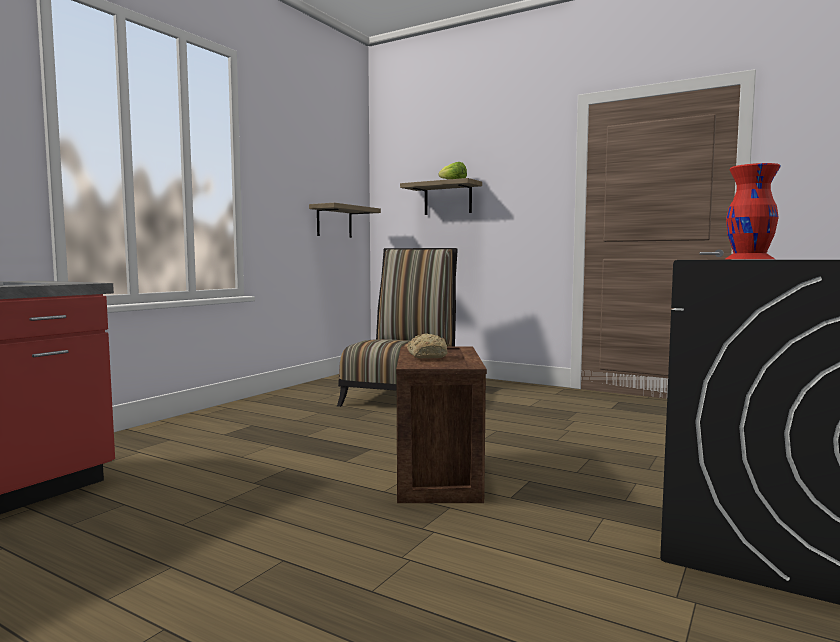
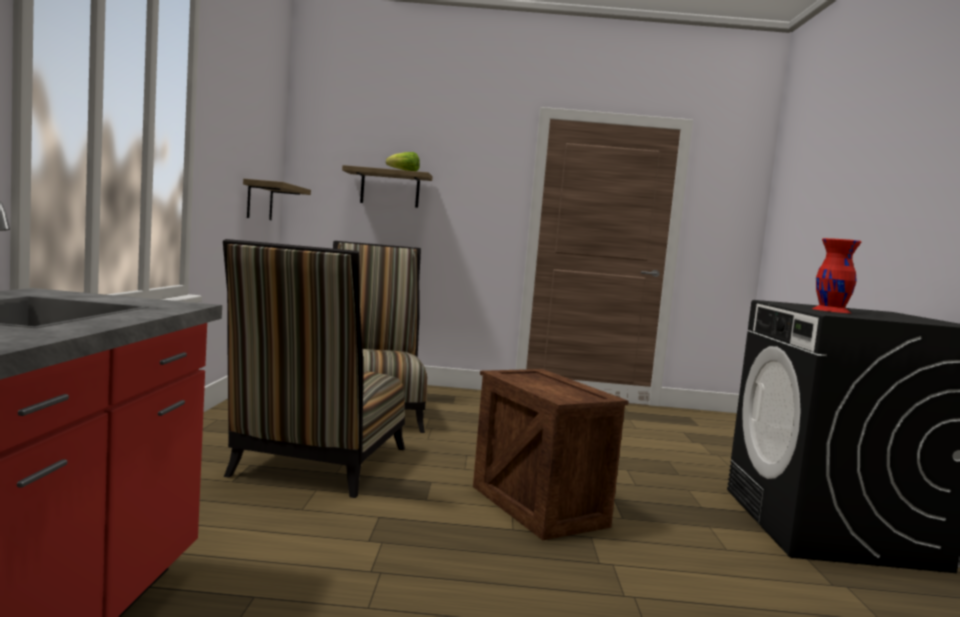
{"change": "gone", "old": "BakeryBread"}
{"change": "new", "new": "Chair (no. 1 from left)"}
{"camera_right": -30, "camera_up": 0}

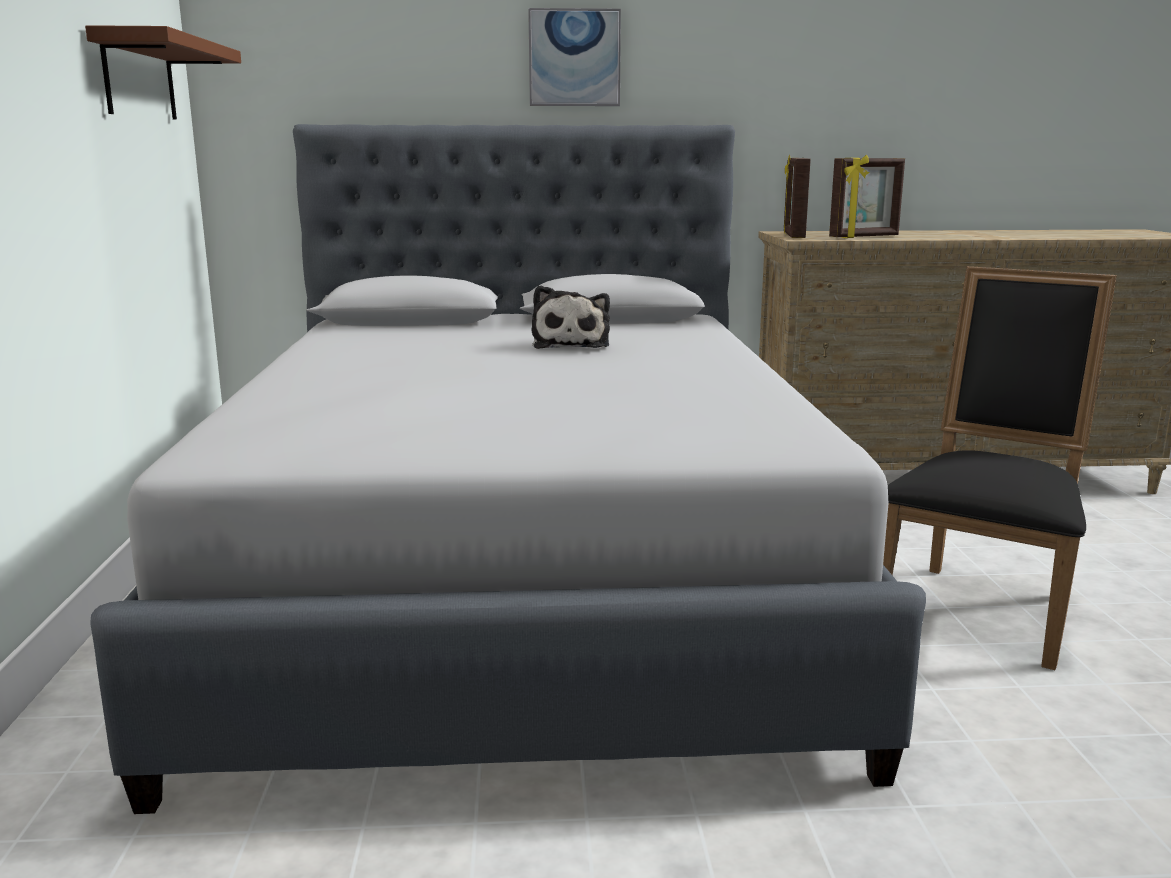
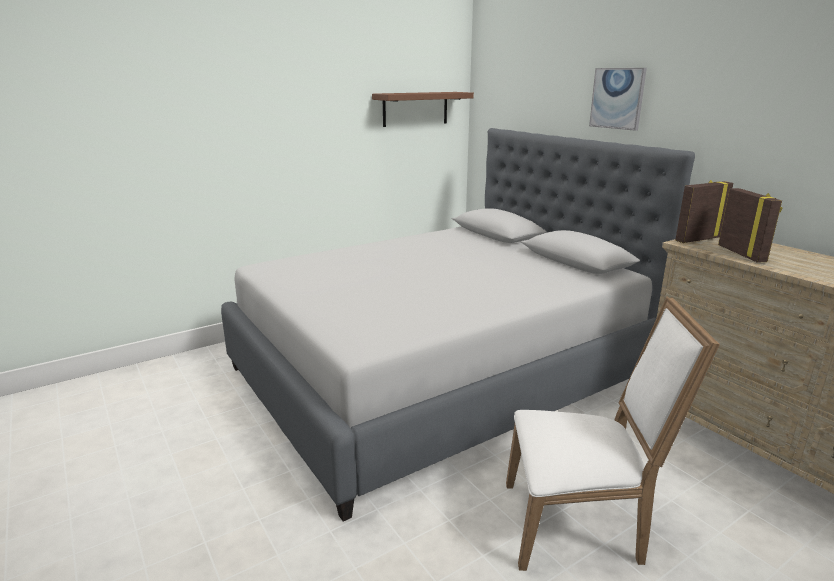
{"change": "gone", "old": "PlushToy"}
{"change": "rotated", "old": "PictureFrame (no. 2 from left)", "degrees": -135}
{"change": "repainted", "old": "BlackColouredChair", "new": "WhitishChair"}
{"camera_right": 60, "camera_up": 5}

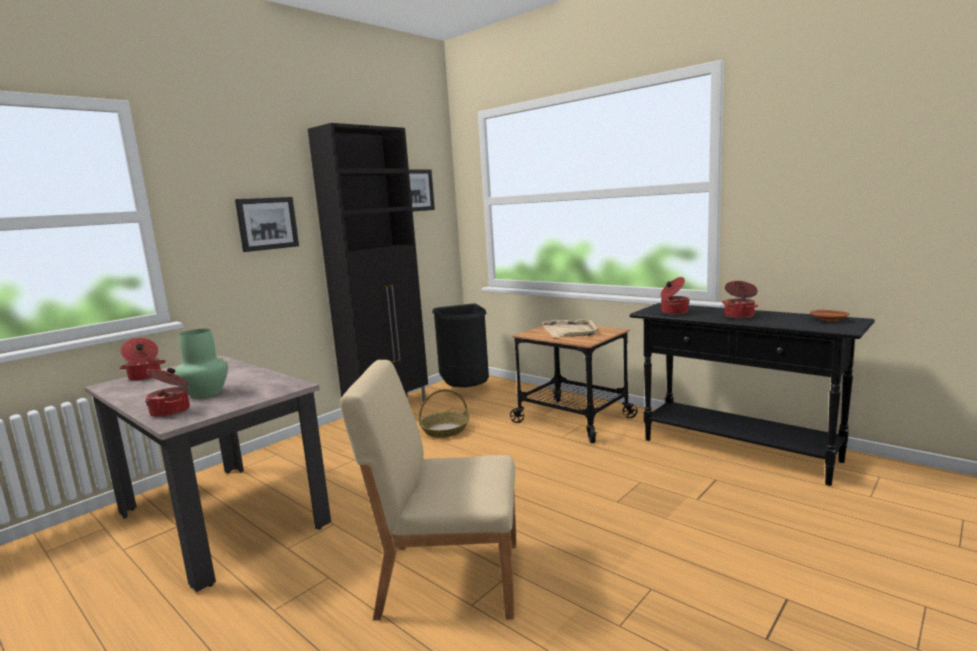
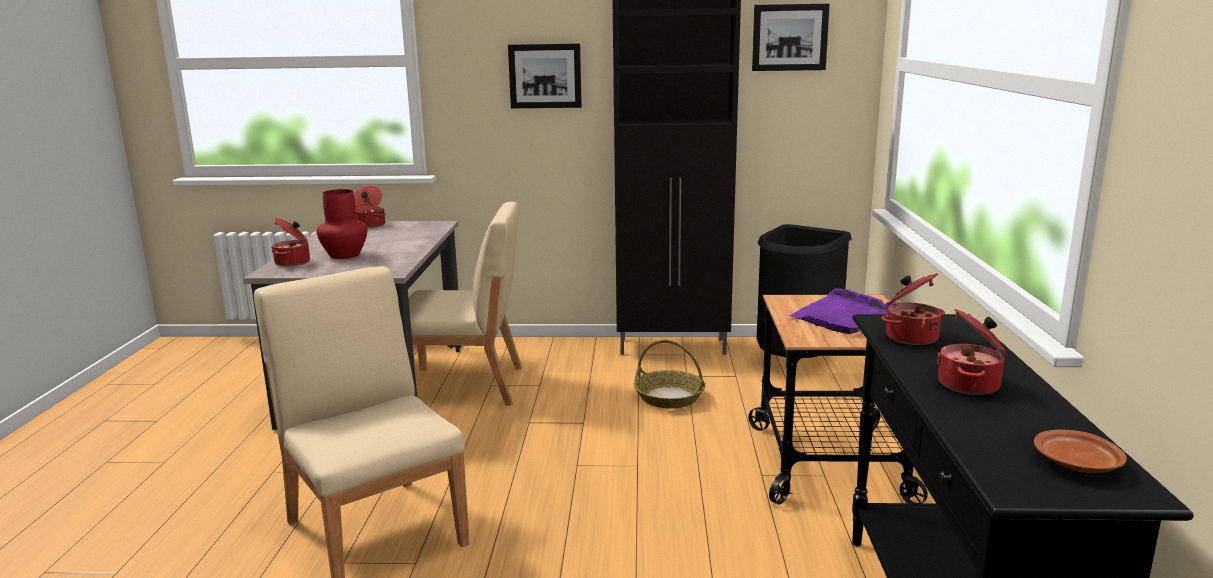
{"change": "repainted", "old": "GreenishFlowerVase", "new": "RedColouredFlowerVase"}
{"change": "repainted", "old": "BeigeColouredCarryingTray", "new": "PurpleColouredCarryingTray"}
{"change": "new", "new": "BeigeColouredChair (no. 2 from left)"}
{"camera_right": 50, "camera_up": 5}

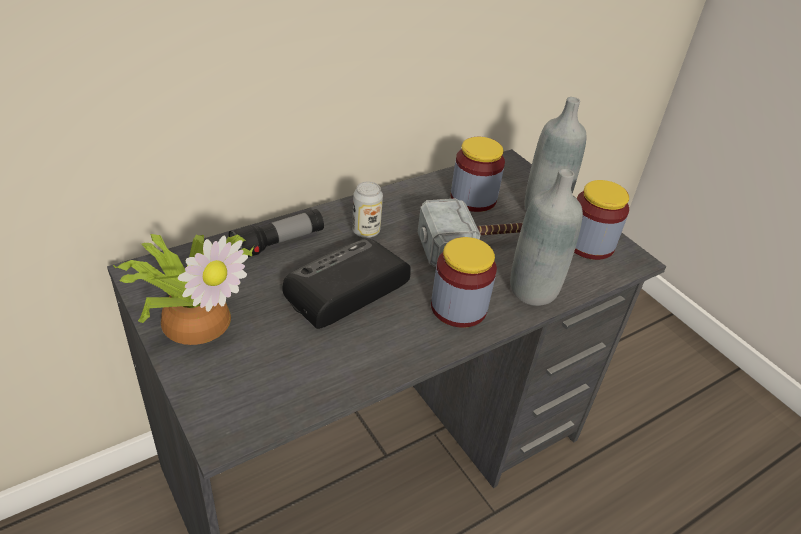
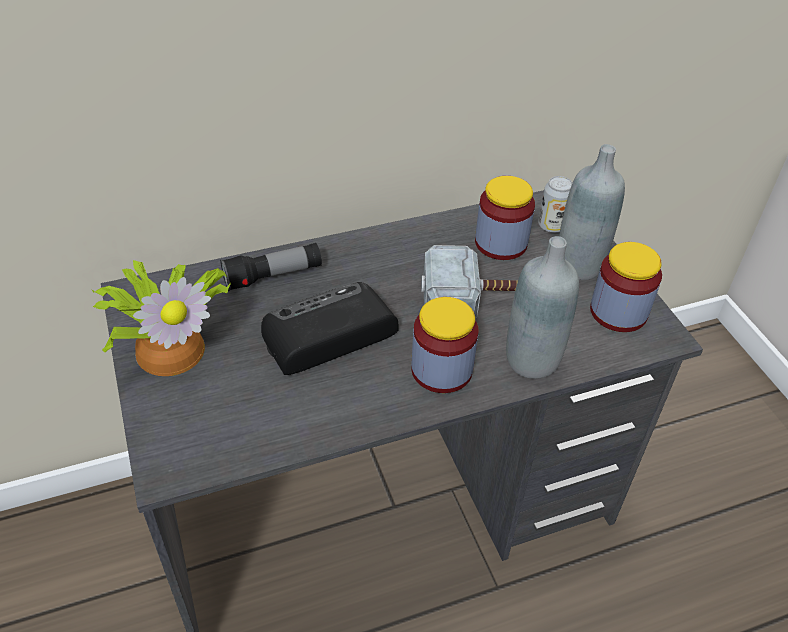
{"change": "shifted", "old": "Can"}
{"camera_right": 15, "camera_up": 5}

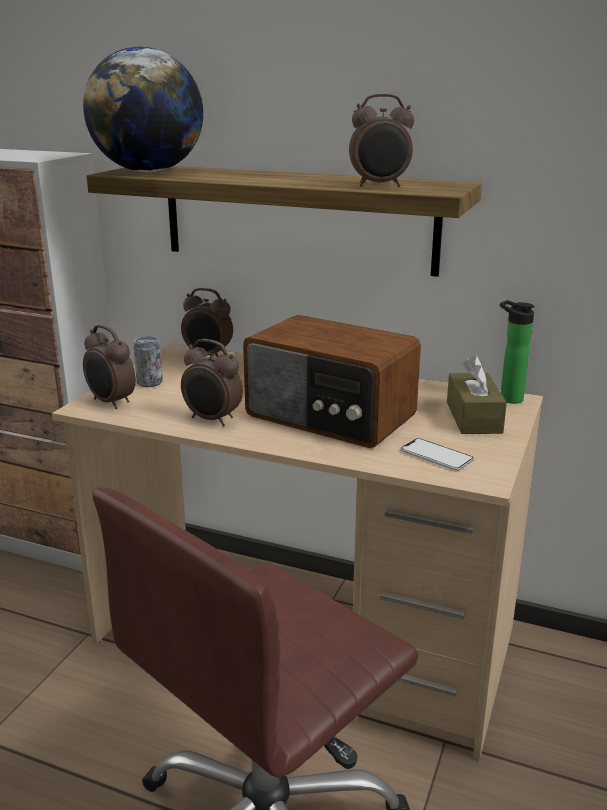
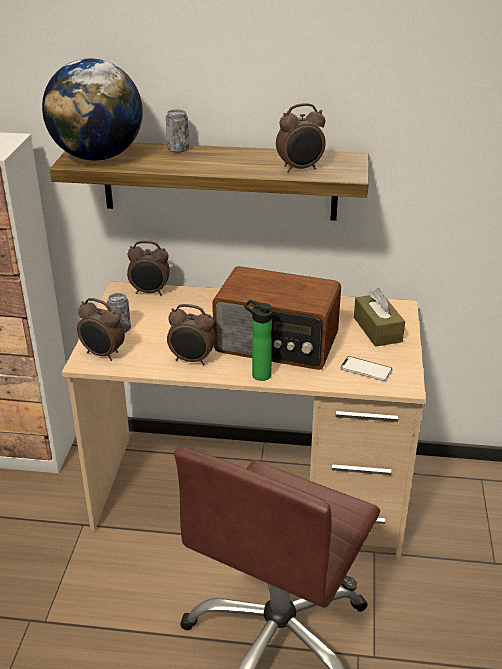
{"change": "shifted", "old": "DrinkBottle"}
{"change": "new", "new": "Can (no. 2 from left)"}
{"camera_right": -15, "camera_up": 10}

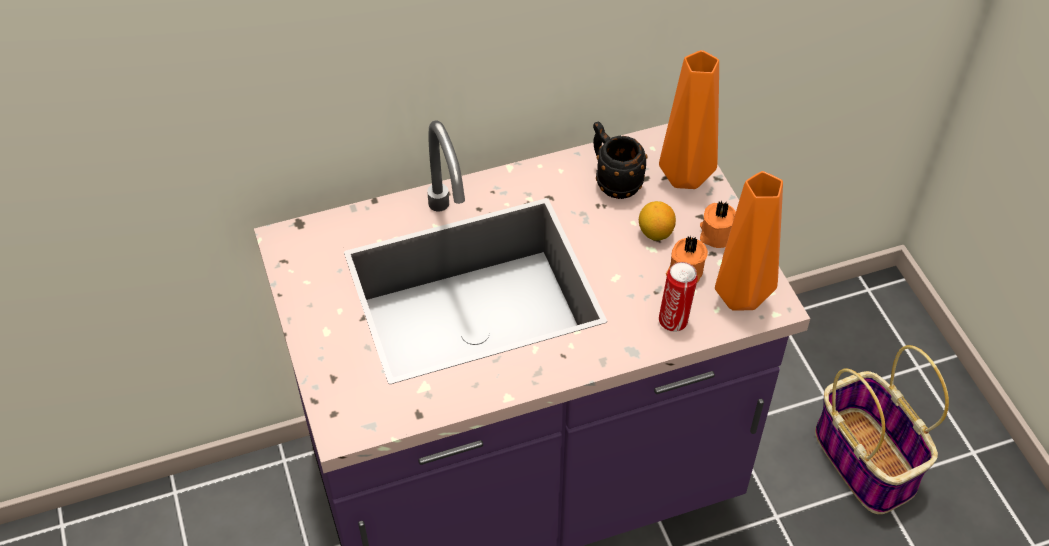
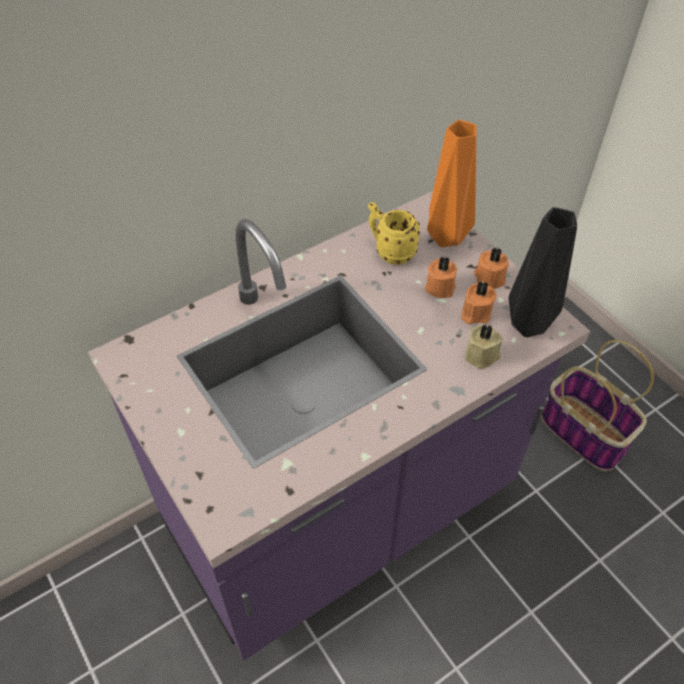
{"change": "repainted", "old": "BlackColouredMug", "new": "YellowMug"}
{"change": "swapped", "old": "WholeLemon", "new": "OrangeColouredWaxLight (no. 1 from left)"}
{"change": "swapped", "old": "Can", "new": "BeigeColouredWaxLight"}
{"change": "repainted", "old": "OrangeColouredFlowerVase (no. 2 from left)", "new": "BlackColouredFlowerVase"}
{"camera_right": -15, "camera_up": 0}

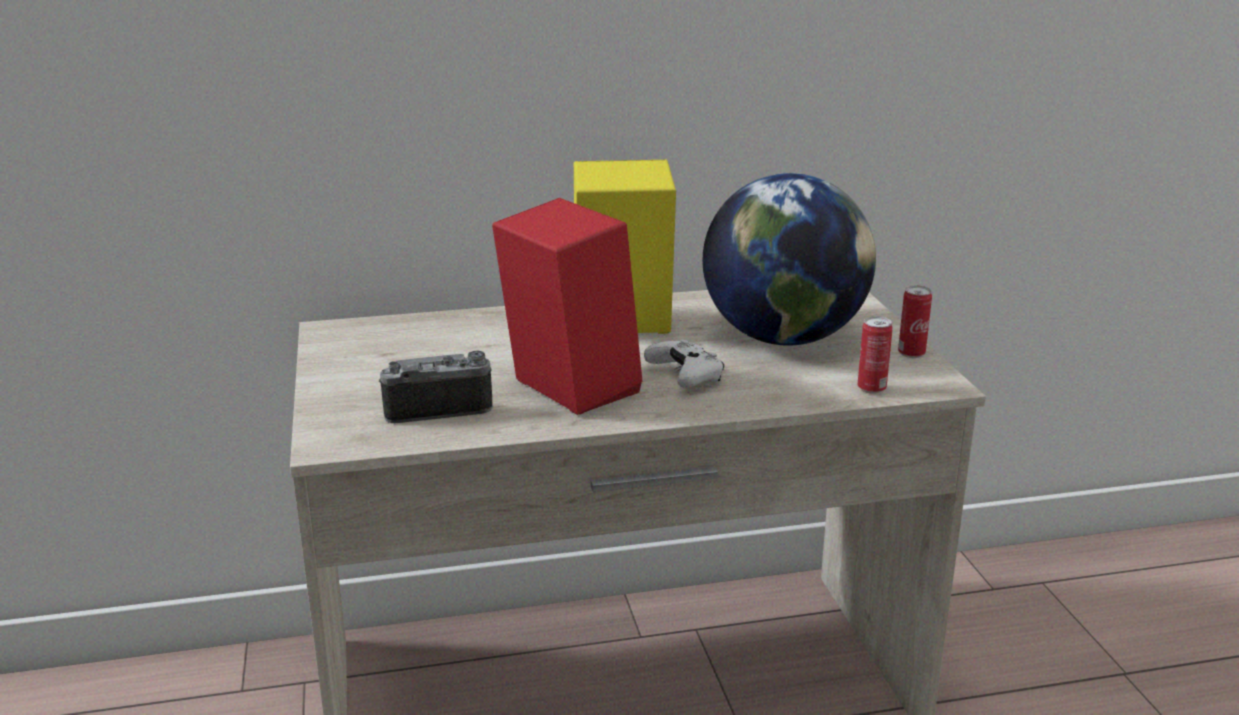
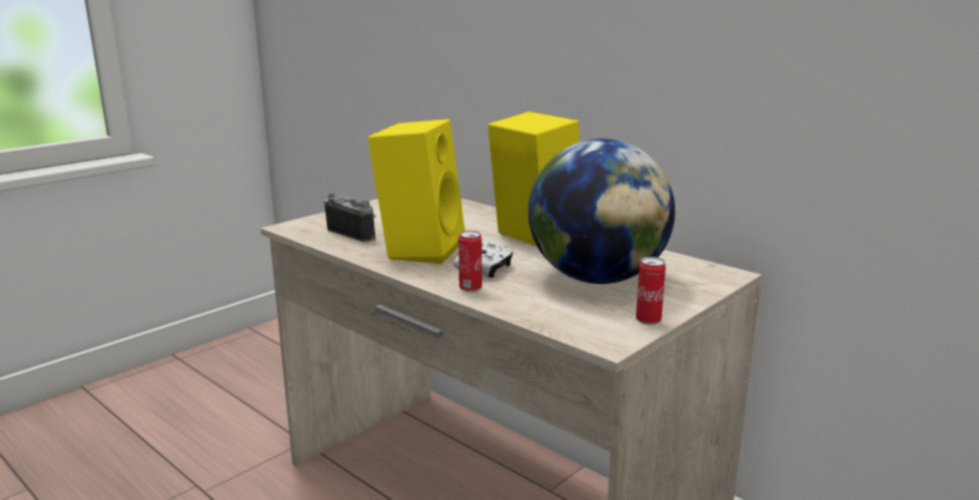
{"change": "repainted", "old": "RedColouredAudioSpeaker", "new": "YellowAudioSpeaker (no. 1 from left)"}
{"change": "shifted", "old": "Can (no. 1 from left)"}
{"camera_right": 55, "camera_up": -5}

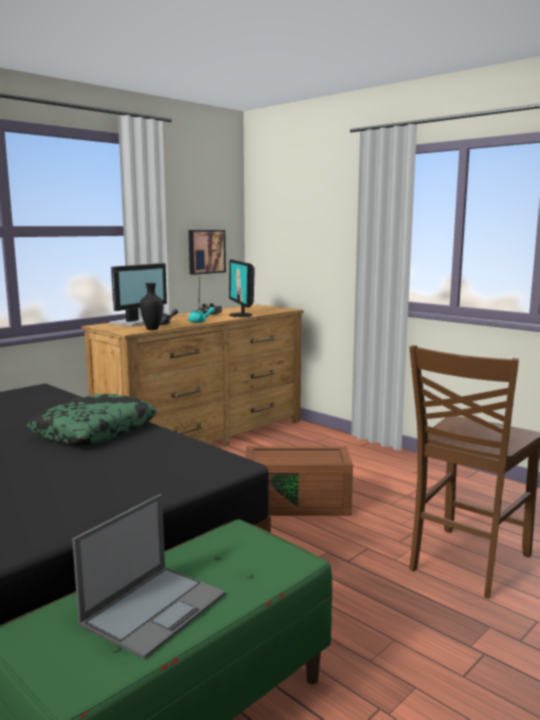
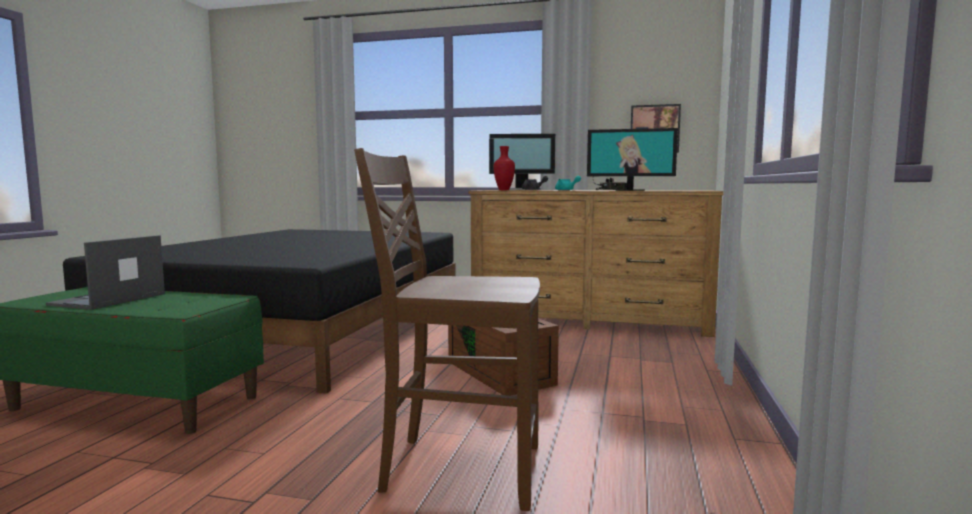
{"change": "gone", "old": "ThrowPillow"}
{"change": "rotated", "old": "PortableComputer", "degrees": 105}
{"change": "repainted", "old": "BlackColouredFlowerVase", "new": "RedColouredFlowerVase"}
{"change": "rotated", "old": "Monitor (no. 2 from left)", "degrees": -120}
{"camera_right": 60, "camera_up": -5}

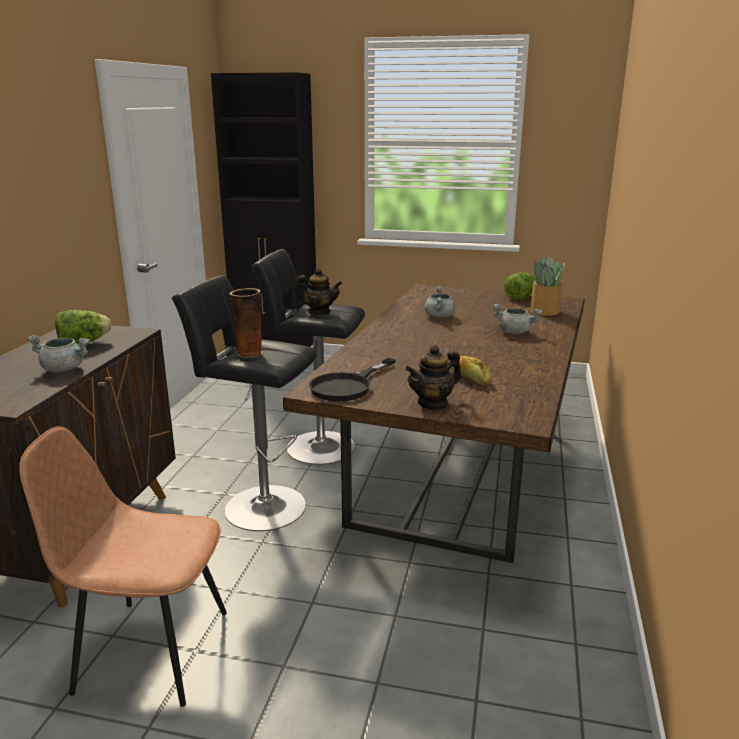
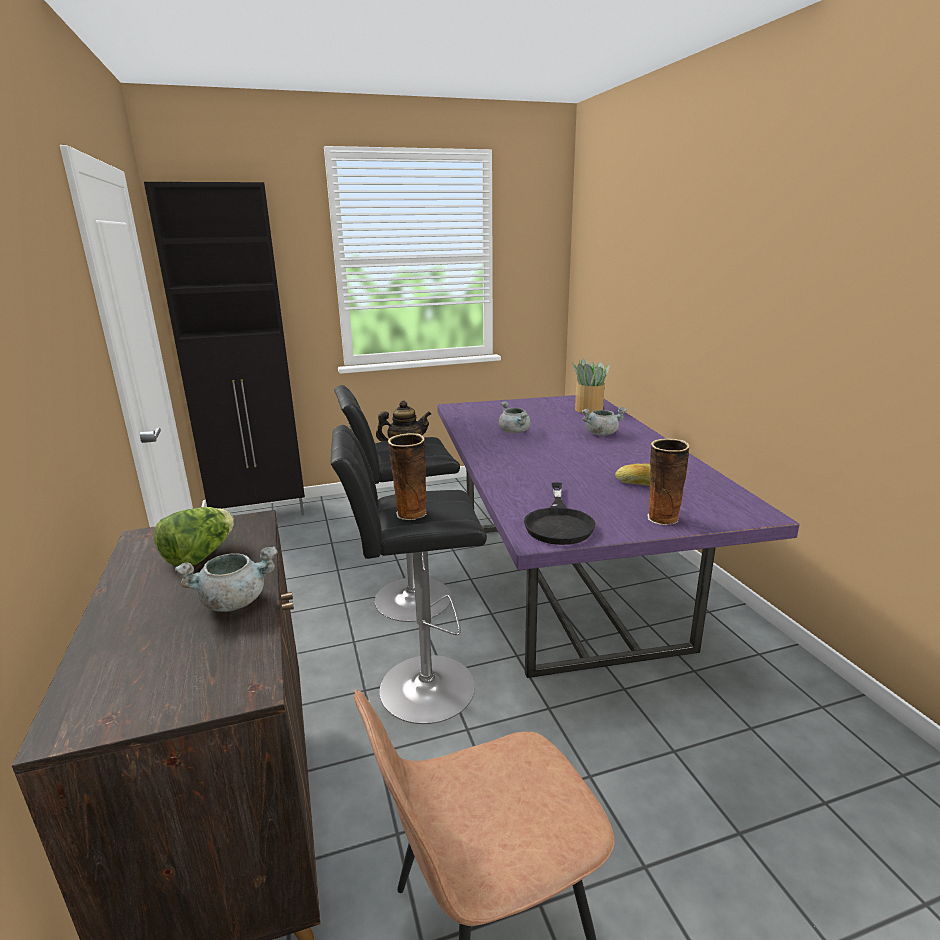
{"change": "repainted", "old": "BrownColouredDinnerTable", "new": "PurpleColouredDinnerTable"}
{"change": "swapped", "old": "TeaPot (no. 2 from left)", "new": "FlowerVase (no. 2 from left)"}
{"change": "gone", "old": "HeadOfLettuce (no. 2 from left)"}
{"camera_right": -30, "camera_up": 0}

